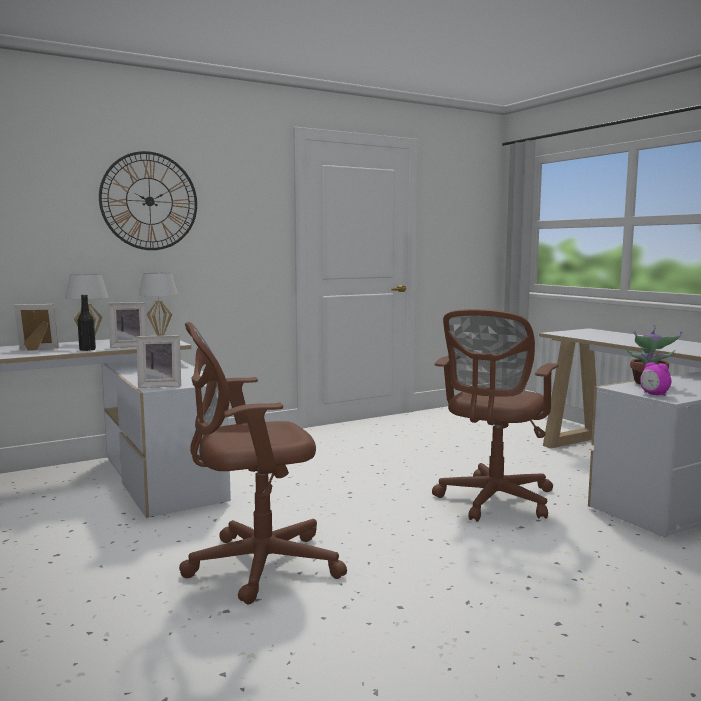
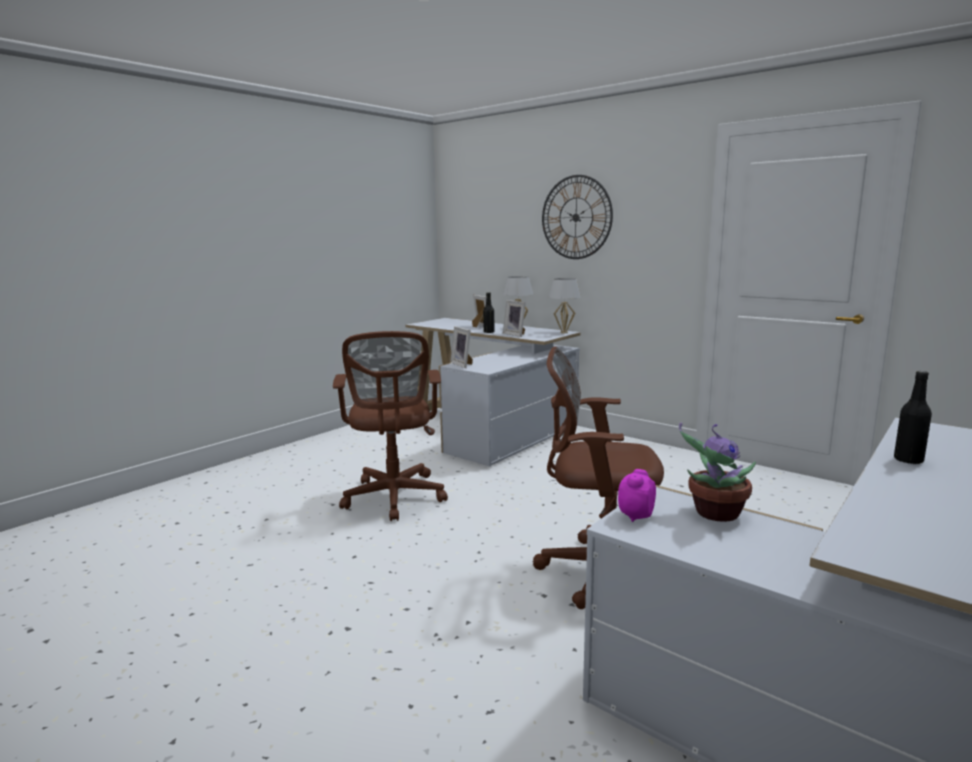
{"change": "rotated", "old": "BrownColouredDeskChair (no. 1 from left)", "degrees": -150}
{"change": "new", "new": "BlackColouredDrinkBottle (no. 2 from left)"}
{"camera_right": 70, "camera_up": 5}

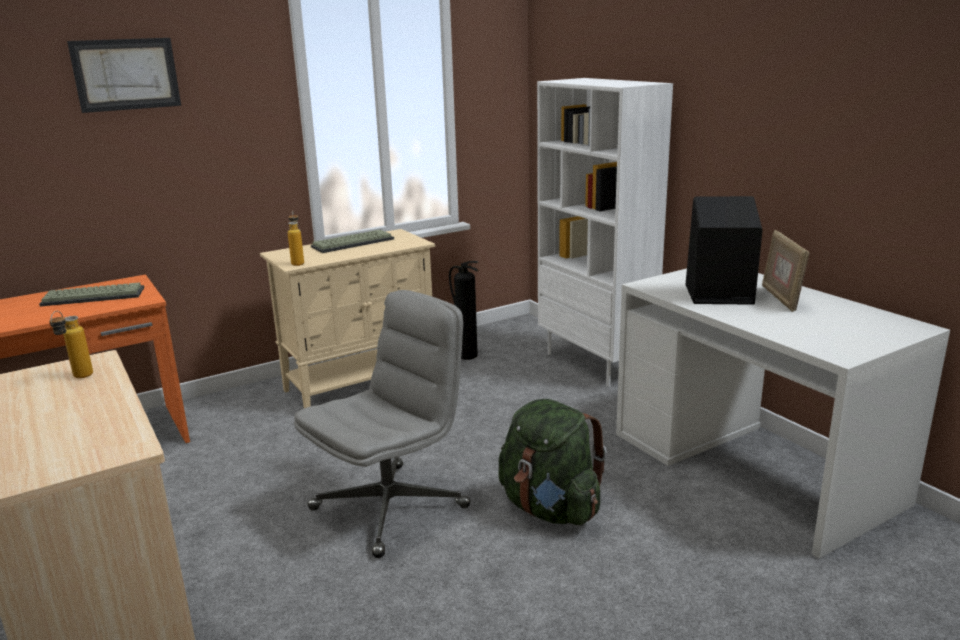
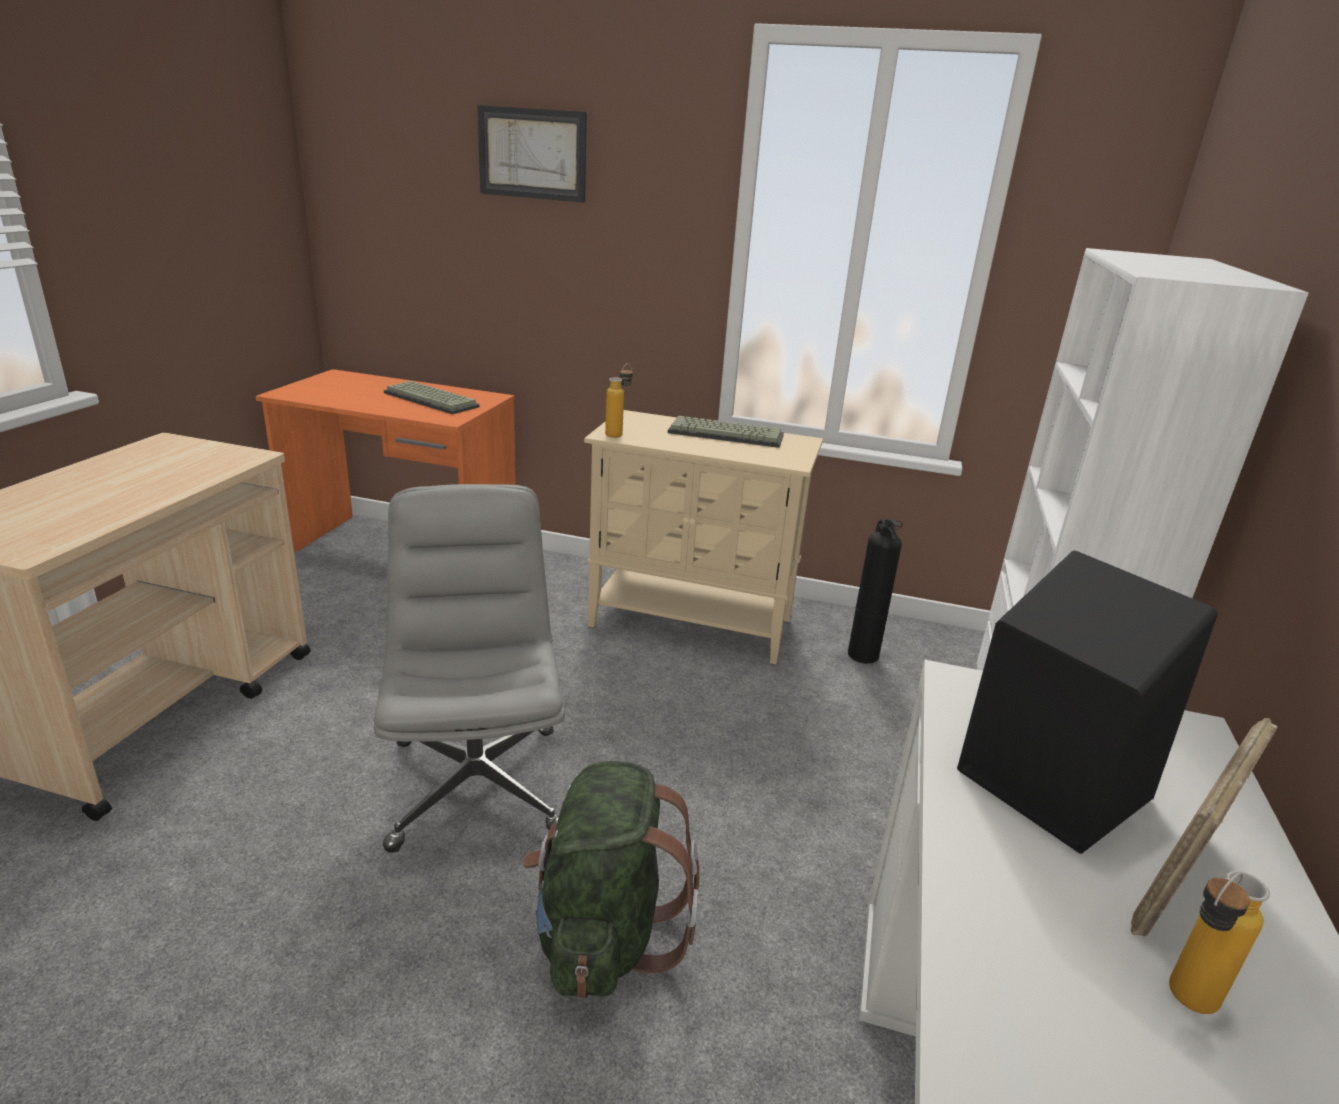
{"change": "shifted", "old": "DrinkBottle (no. 1 from left in the first image)", "new": "DrinkBottle (no. 2 from left)"}
{"change": "rotated", "old": "GrayDeskChair", "degrees": -105}
{"camera_right": 45, "camera_up": 5}

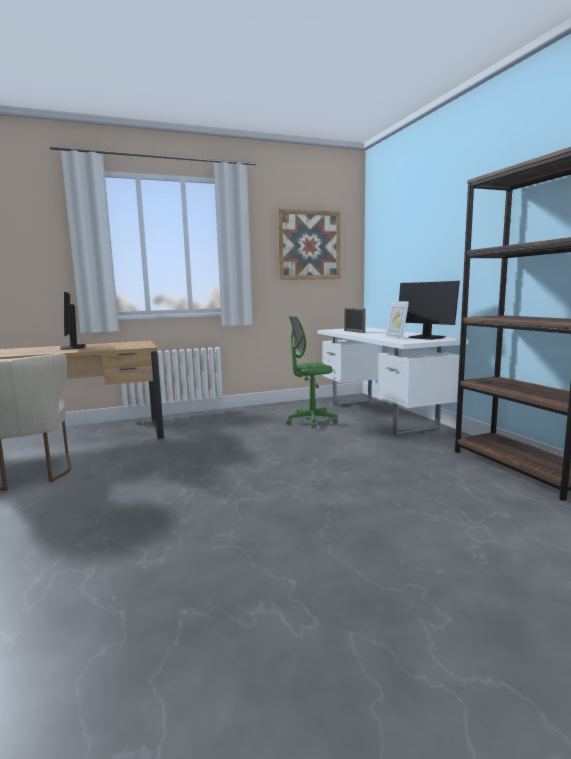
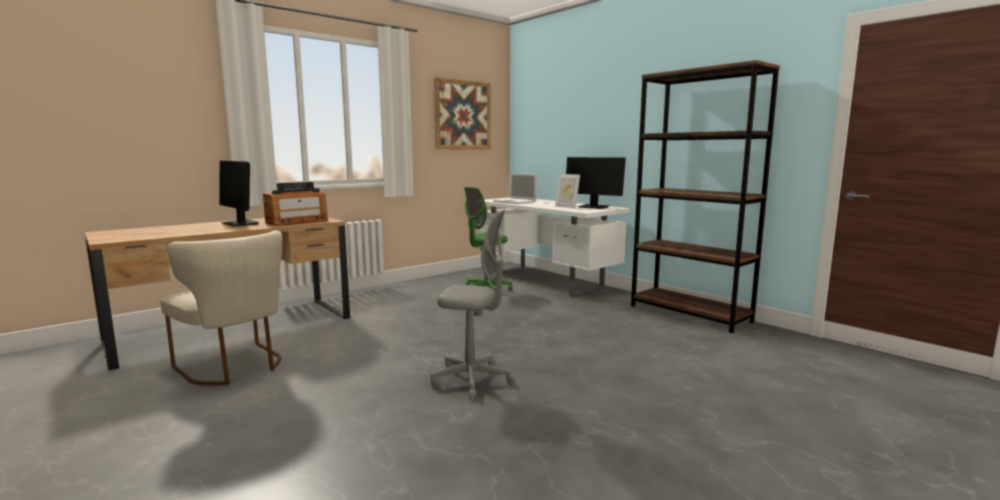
{"change": "swapped", "old": "PictureFrame (no. 1 from left)", "new": "PortableComputer"}
{"change": "new", "new": "RadioReceiver"}
{"change": "new", "new": "GrayDeskChair"}
{"camera_right": -20, "camera_up": 0}

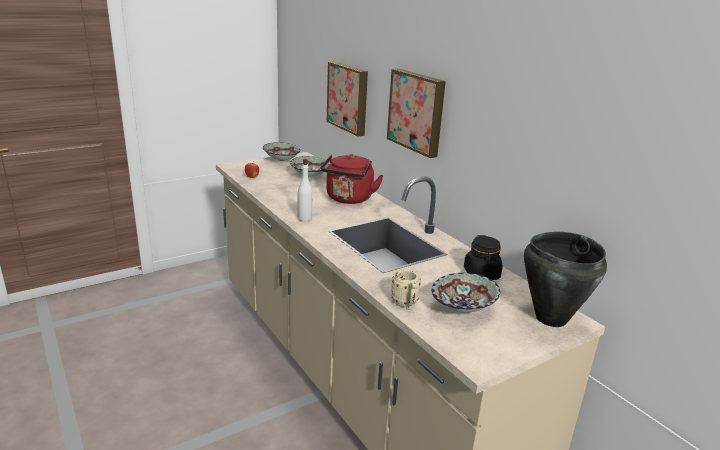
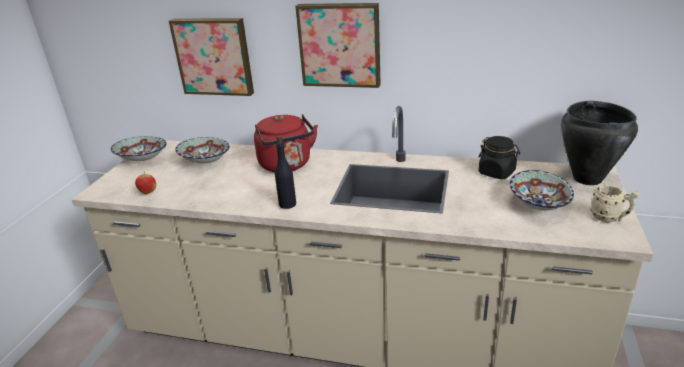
{"change": "repainted", "old": "WhitishDrinkBottle", "new": "BlackColouredDrinkBottle"}
{"change": "shifted", "old": "BeigeColouredMug"}
{"camera_right": -40, "camera_up": 5}

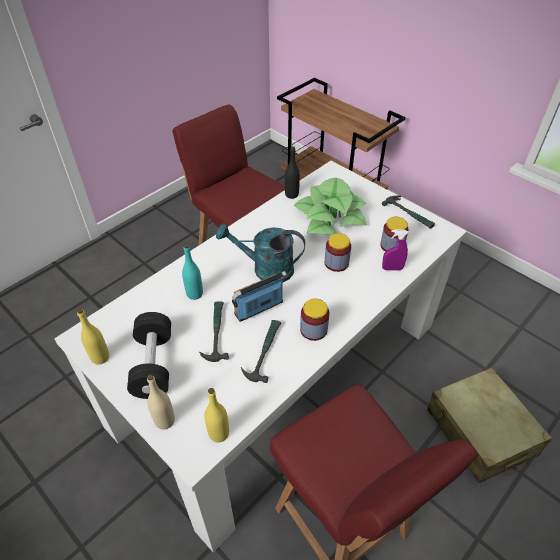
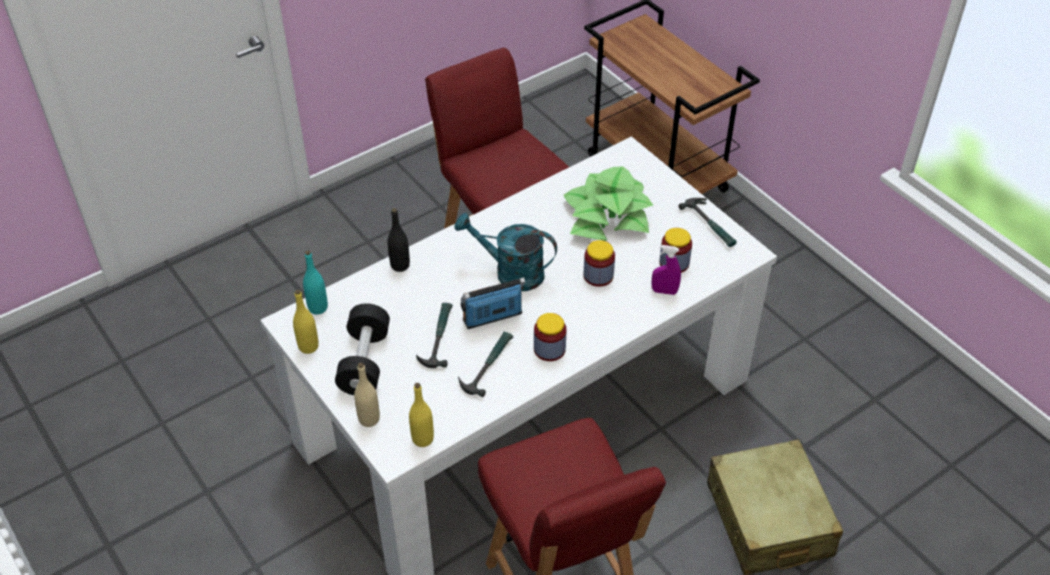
{"change": "shifted", "old": "TurquoiseDrinkBottle"}
{"change": "shifted", "old": "BlackColouredDrinkBottle"}
{"camera_right": 10, "camera_up": 0}

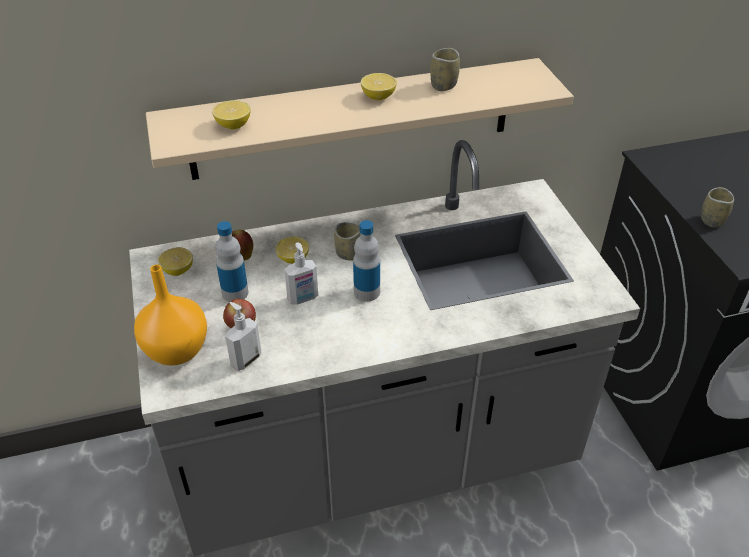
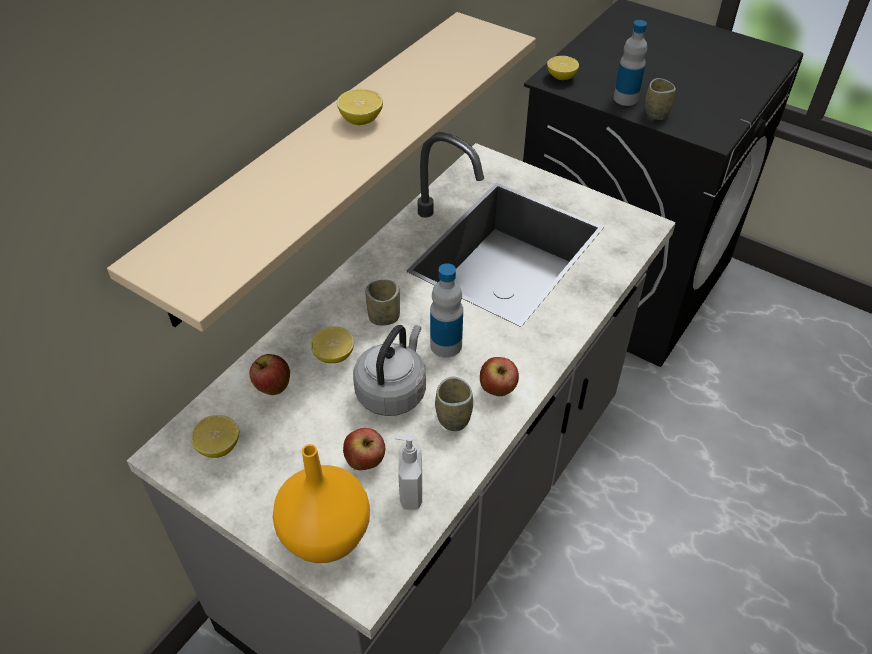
{"change": "shifted", "old": "WholeLemon (no. 2 from left in the first image)", "new": "WholeLemon (no. 4 from left)"}
{"change": "shifted", "old": "DrinkBottle (no. 1 from left in the first image)", "new": "DrinkBottle (no. 2 from left)"}
{"change": "swapped", "old": "LiquidSoapBottle (no. 2 from left)", "new": "GrayKettle"}
{"change": "shifted", "old": "DrinkingCup (no. 2 from left)"}
{"change": "new", "new": "Apple (no. 3 from left)"}
{"camera_right": -40, "camera_up": 5}

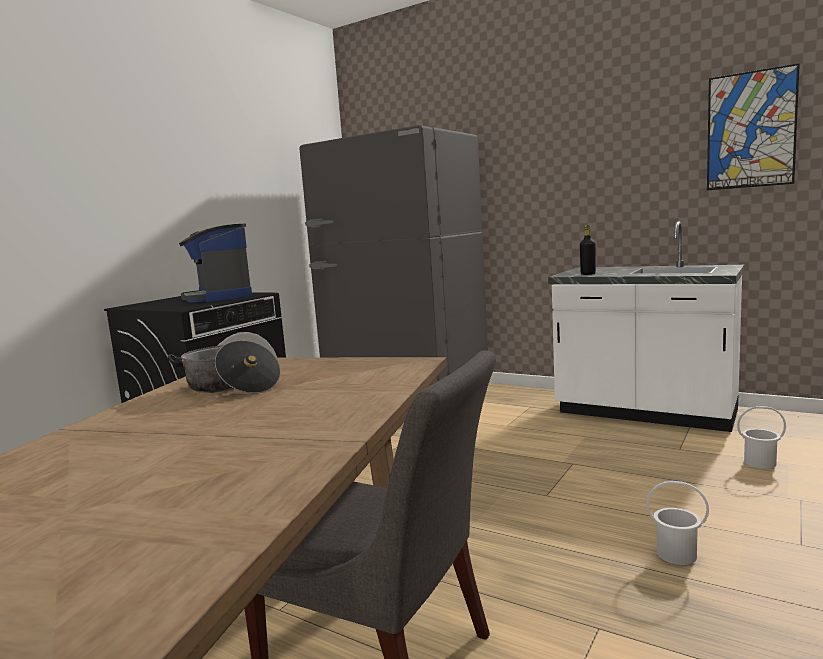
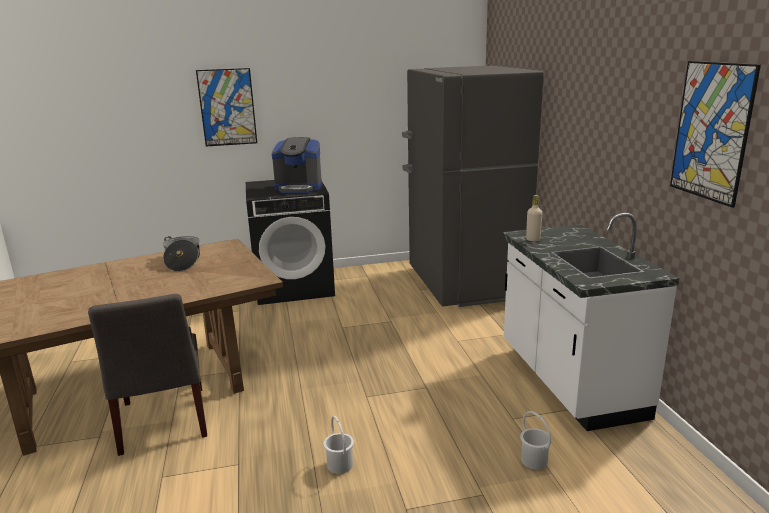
{"change": "rotated", "old": "CoffeeMachine", "degrees": -105}
{"change": "repainted", "old": "BlackColouredDrinkBottle", "new": "BeigeColouredDrinkBottle"}
{"change": "new", "new": "WallArt (no. 1 from left)"}
{"camera_right": 45, "camera_up": 10}

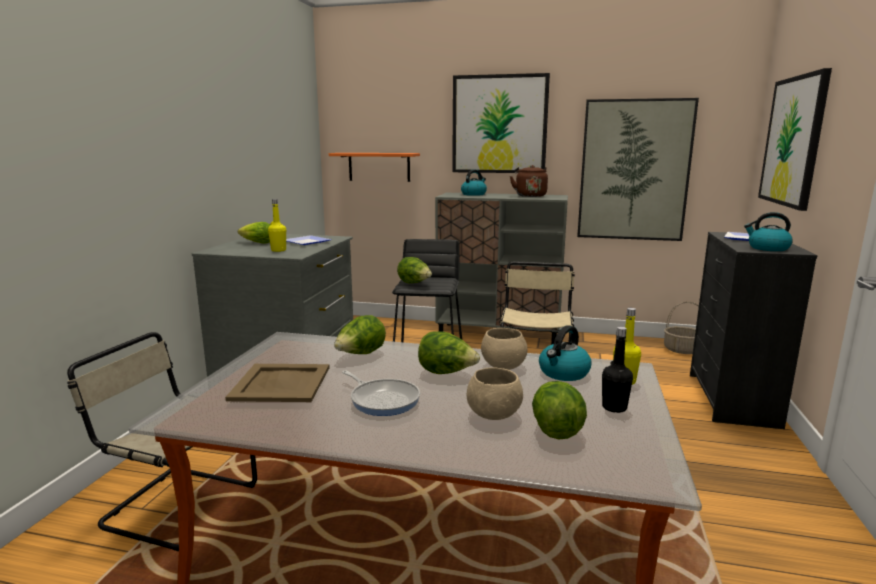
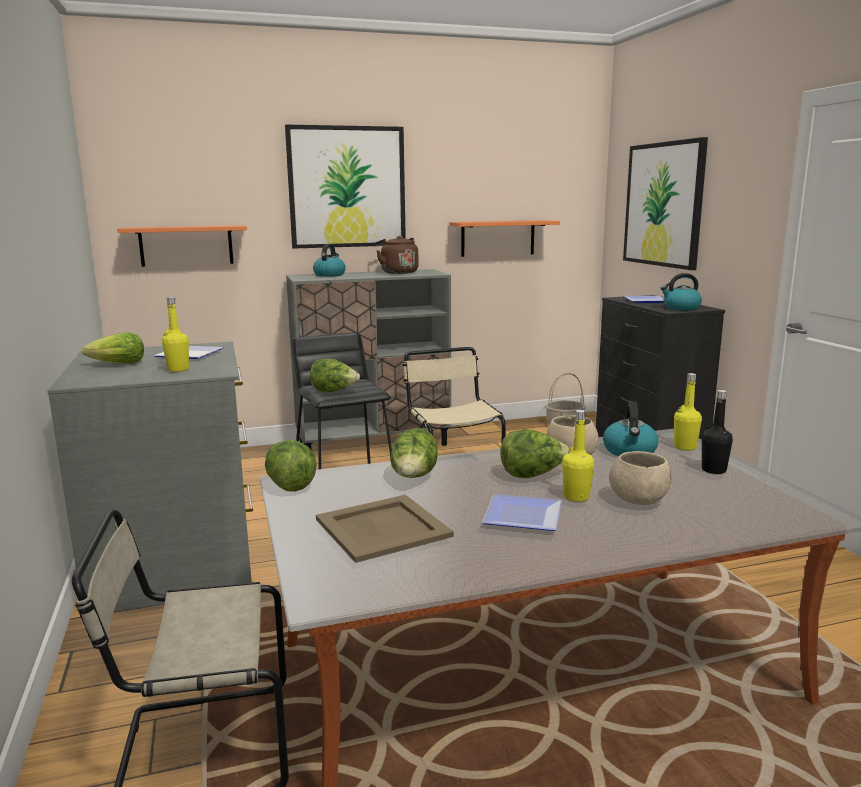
{"change": "swapped", "old": "FryingPan", "new": "DinnerPlate (no. 2 from left)"}
{"change": "shifted", "old": "HeadOfLettuce (no. 5 from left in the first image)", "new": "HeadOfLettuce (no. 2 from left)"}
{"change": "swapped", "old": "WallArt (no. 2 from left)", "new": "OrangeColouredWallShelf (no. 2 from left)"}
{"change": "new", "new": "YellowDrinkBottle (no. 2 from left)"}
{"camera_right": -30, "camera_up": 0}

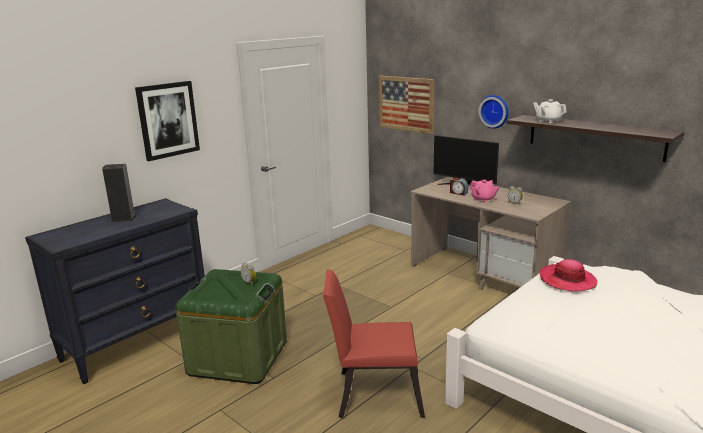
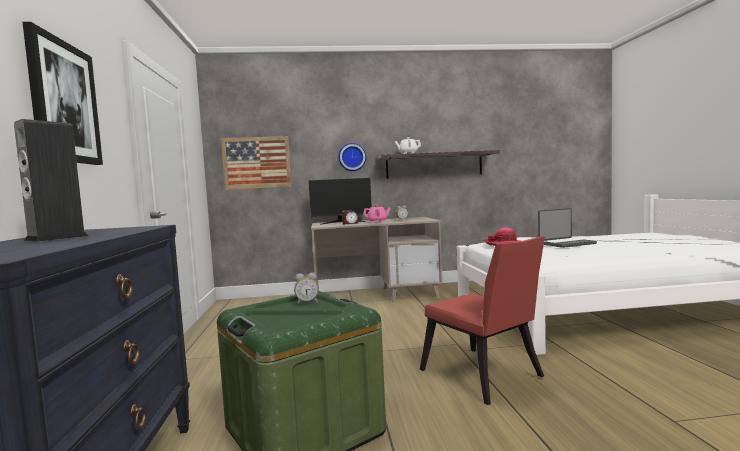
{"change": "rotated", "old": "RedColouredChair", "degrees": -75}
{"change": "new", "new": "PortableComputer"}
{"camera_right": -50, "camera_up": -15}

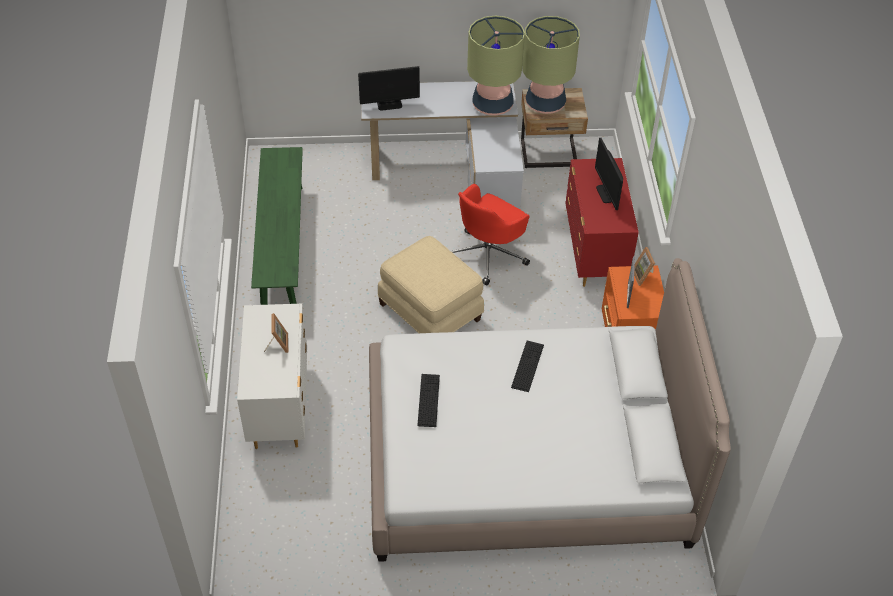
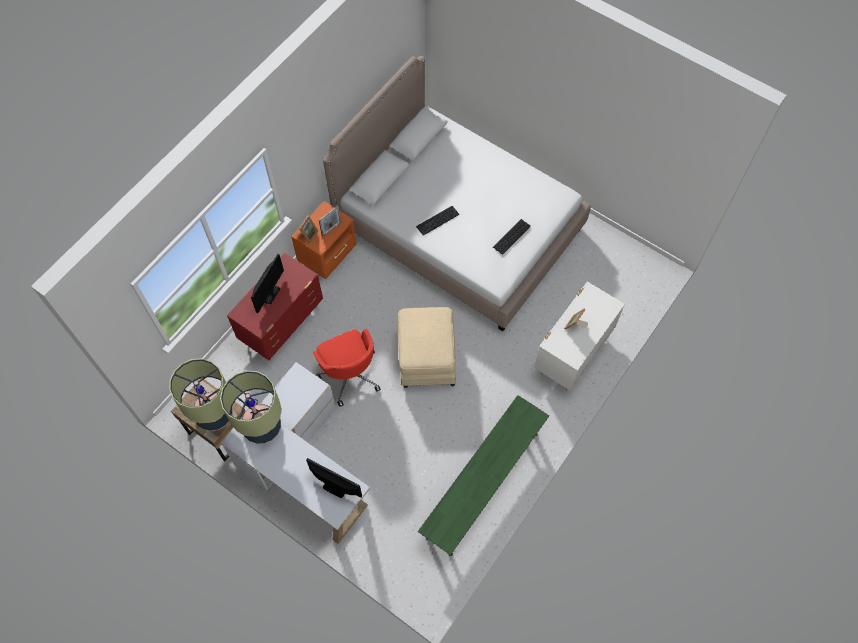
{"change": "rotated", "old": "RedColouredDeskChair", "degrees": 75}
{"camera_right": -140, "camera_up": 15}

